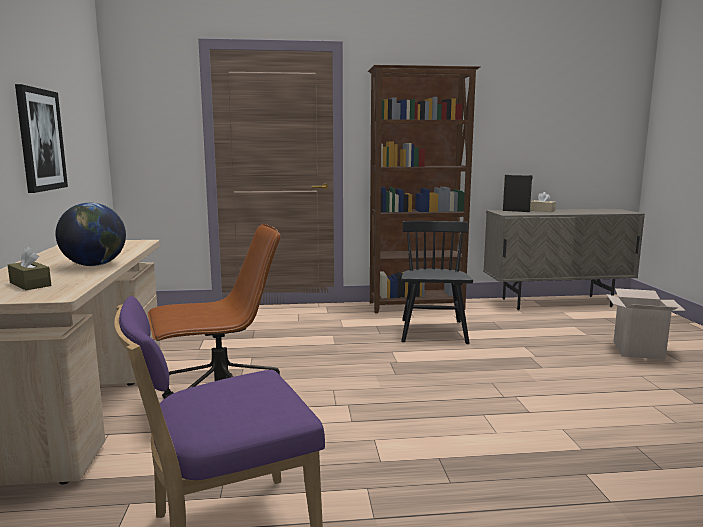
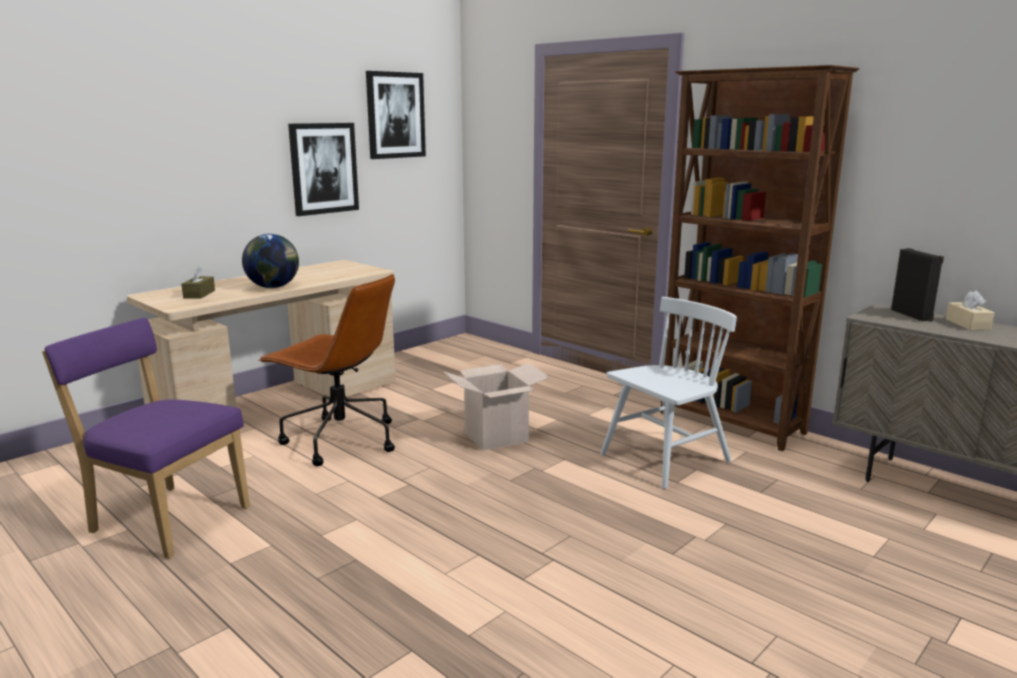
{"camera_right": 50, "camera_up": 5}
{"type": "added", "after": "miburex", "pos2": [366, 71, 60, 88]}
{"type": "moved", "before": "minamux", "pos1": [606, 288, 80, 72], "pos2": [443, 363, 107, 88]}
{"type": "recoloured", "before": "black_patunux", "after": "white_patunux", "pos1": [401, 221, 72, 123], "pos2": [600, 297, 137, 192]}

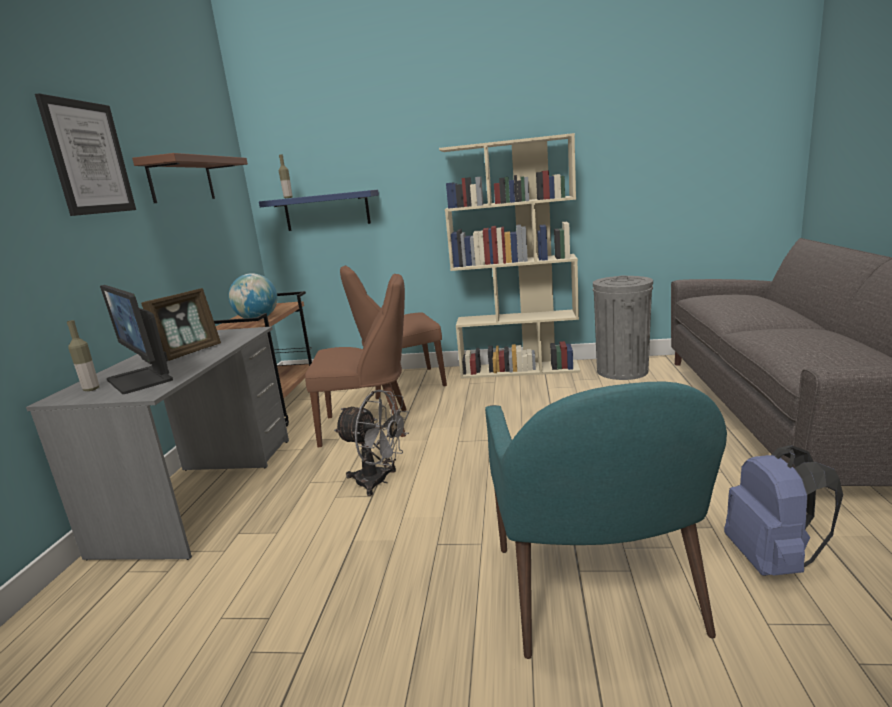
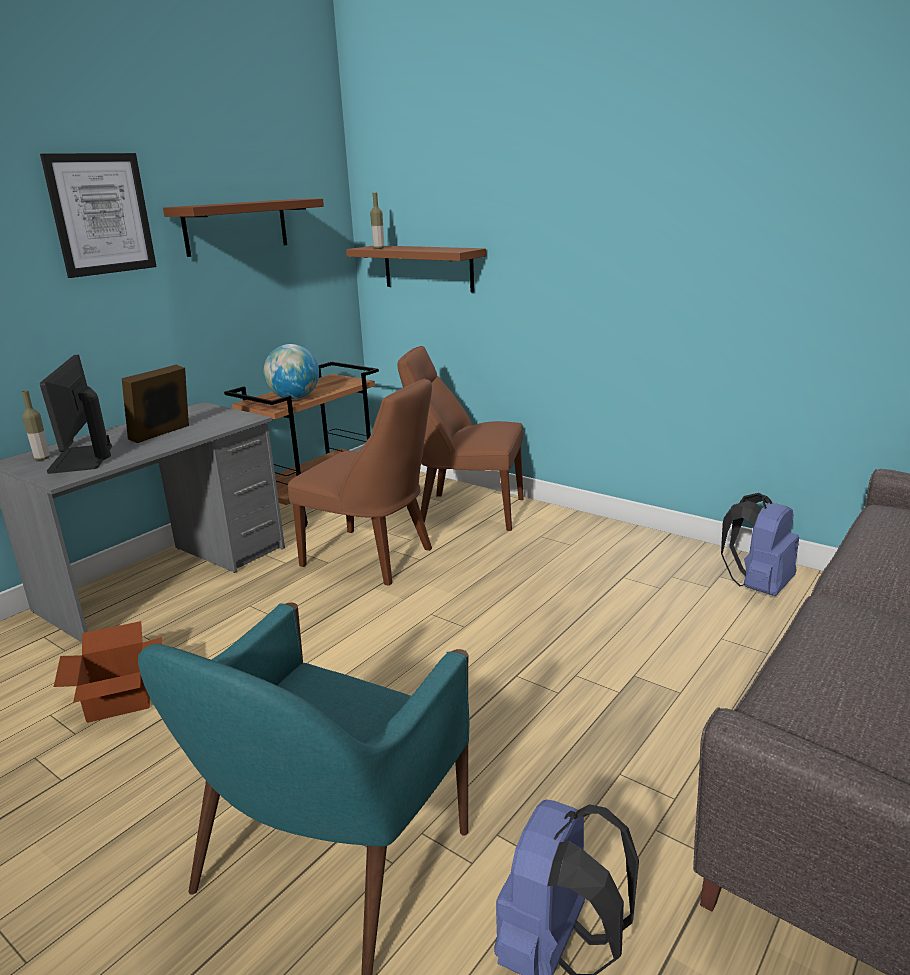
{"camera_right": 30, "camera_up": 5}
{"type": "added", "after": "minamux", "pos2": [54, 621, 108, 102]}
{"type": "turned", "before": "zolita", "pos1": [141, 288, 80, 73], "pos2": [122, 365, 67, 78], "turn": 150}
{"type": "recoloured", "before": "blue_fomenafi", "after": "brown_fomenafi", "pos1": [259, 190, 120, 41], "pos2": [346, 246, 140, 46]}
{"type": "replaced", "before": "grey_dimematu", "after": "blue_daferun", "pos1": [593, 275, 60, 105], "pos2": [721, 493, 78, 103]}
{"type": "removed", "before": "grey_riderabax", "pos1": [334, 390, 75, 106]}
{"type": "removed", "before": "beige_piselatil", "pos1": [439, 133, 141, 245]}

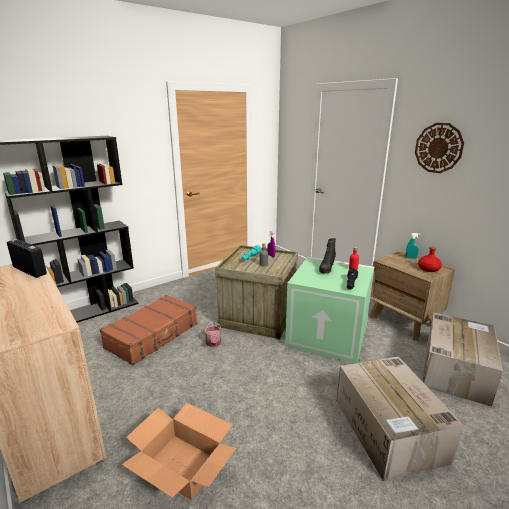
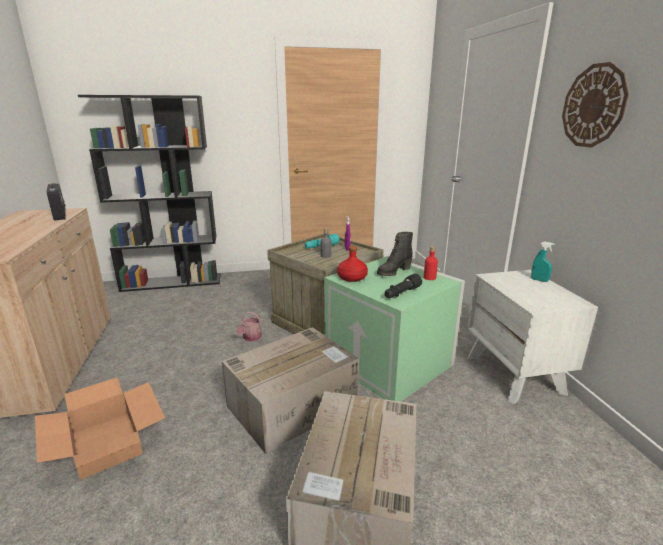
{"camera_right": 25, "camera_up": 0}
{"type": "moved", "before": "minamux", "pos1": [423, 313, 80, 94], "pos2": [222, 327, 137, 127]}
{"type": "moved", "before": "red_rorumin", "pos1": [418, 247, 24, 25], "pos2": [337, 246, 31, 36]}
{"type": "recoloured", "before": "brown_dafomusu", "after": "white_dafomusu", "pos1": [369, 251, 86, 90], "pos2": [468, 270, 130, 134]}
{"type": "removed", "before": "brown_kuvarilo", "pos1": [100, 295, 97, 70]}

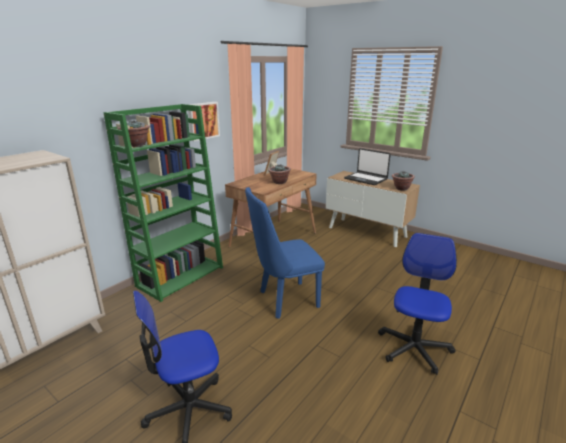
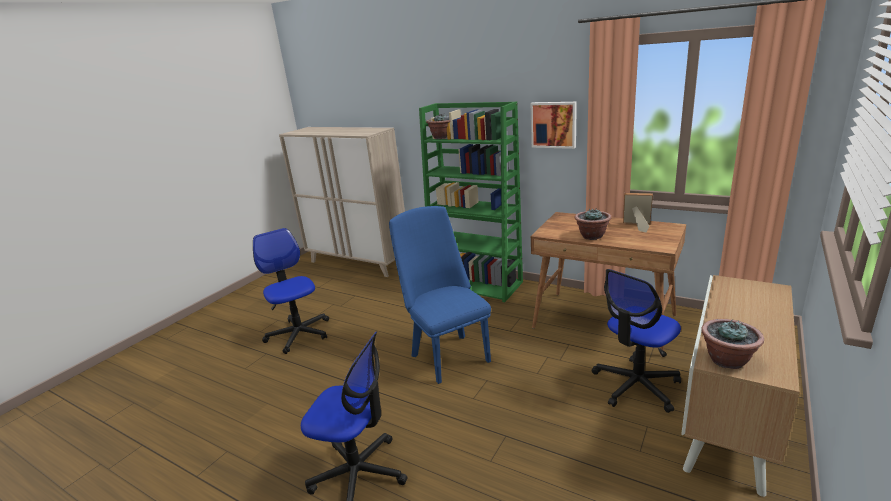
{"camera_right": 85, "camera_up": 0}
{"type": "added", "after": "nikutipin", "pos2": [592, 269, 89, 144]}
{"type": "removed", "before": "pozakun", "pos1": [344, 148, 47, 37]}

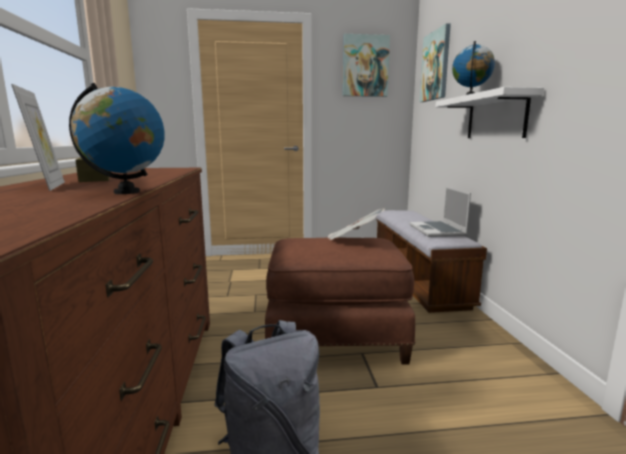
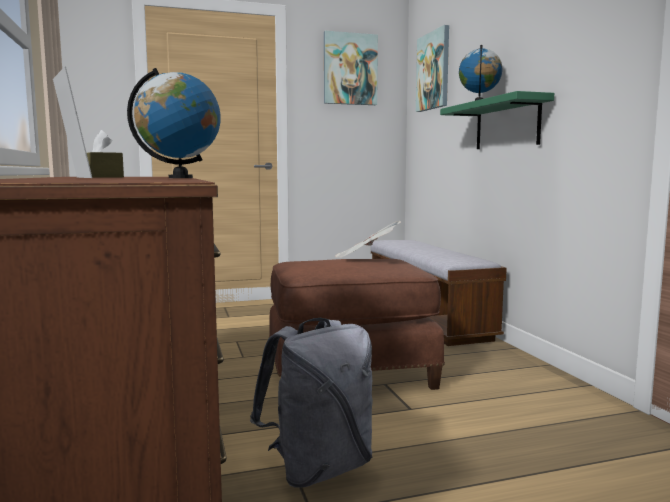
{"camera_right": -10, "camera_up": -5}
{"type": "recoloured", "before": "white_fomenafi", "after": "green_fomenafi", "pos1": [435, 87, 109, 51], "pos2": [440, 91, 114, 58]}
{"type": "removed", "before": "pozakun", "pos1": [409, 186, 62, 51]}

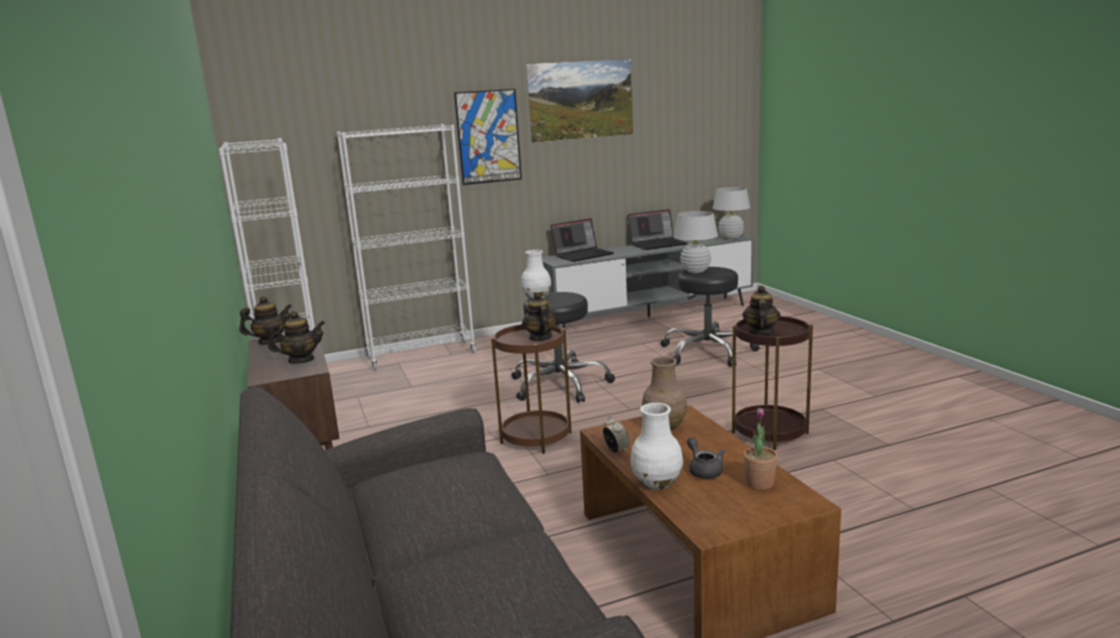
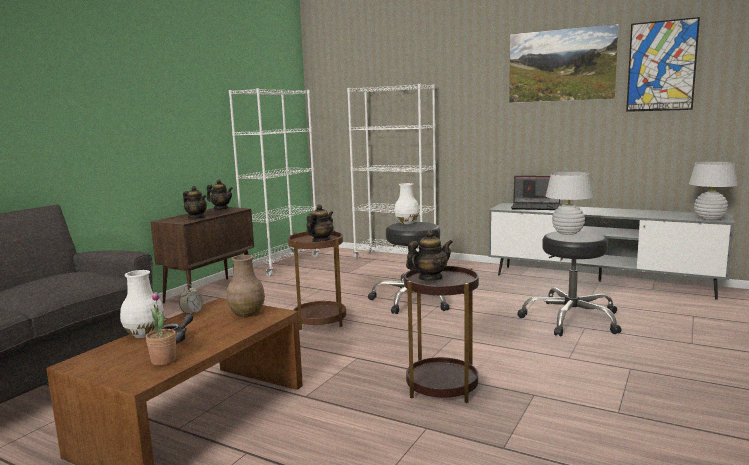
{"camera_right": 50, "camera_up": -5}
{"type": "moved", "before": "miburex", "pos1": [454, 89, 68, 96], "pos2": [626, 17, 74, 95]}
{"type": "removed", "before": "pozakun", "pos1": [628, 209, 59, 41]}

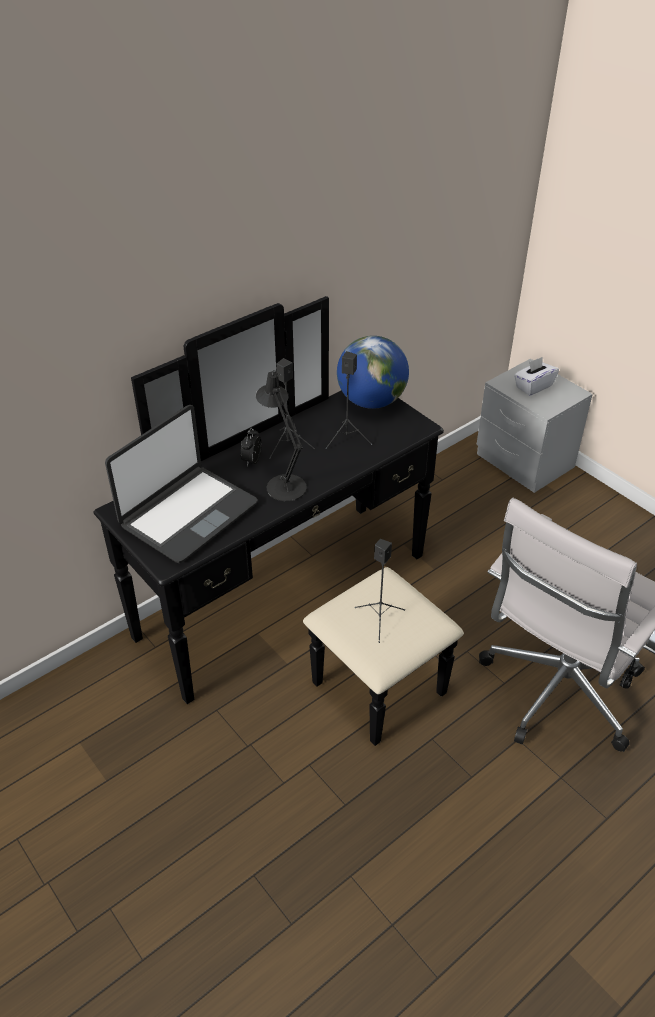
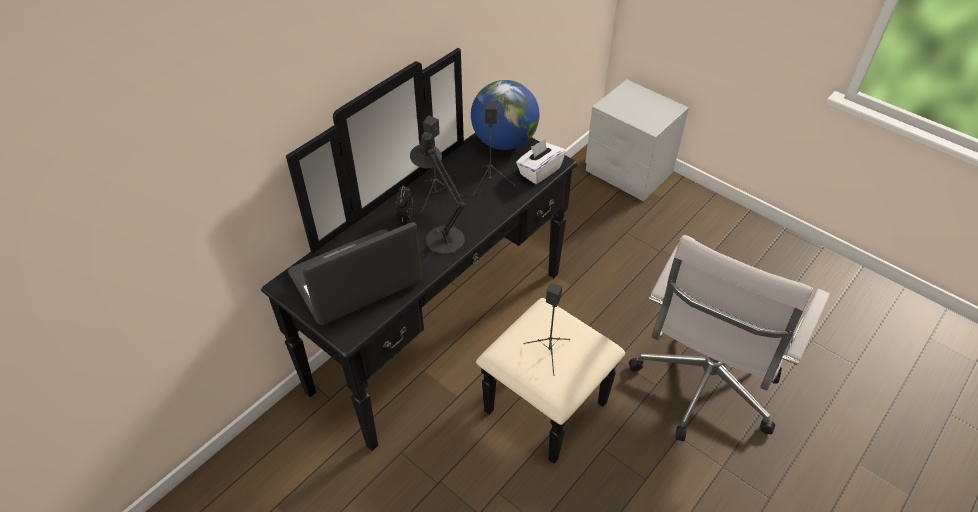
{"camera_right": -10, "camera_up": 5}
{"type": "turned", "before": "pozakun", "pos1": [105, 405, 153, 158], "pos2": [288, 222, 134, 103], "turn": -150}
{"type": "moved", "before": "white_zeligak", "pos1": [514, 357, 45, 39], "pos2": [516, 139, 50, 45]}

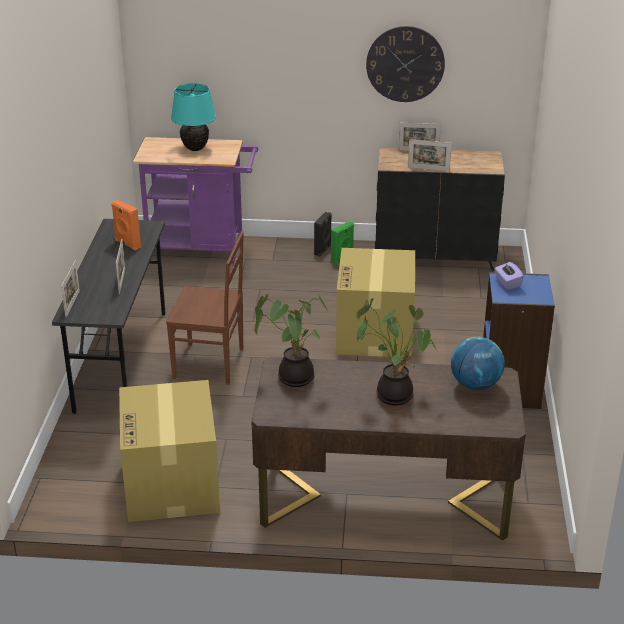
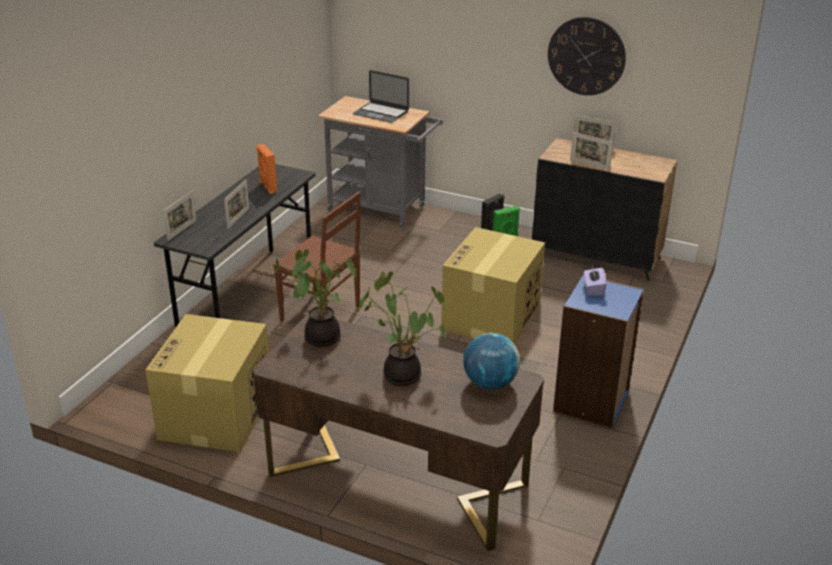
{"camera_right": 20, "camera_up": 0}
{"type": "recoloured", "before": "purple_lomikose", "after": "grey_lomikose", "pos1": [133, 137, 125, 126], "pos2": [318, 96, 125, 131]}
{"type": "replaced", "before": "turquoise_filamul", "after": "pozakun", "pos1": [171, 83, 45, 68], "pos2": [353, 70, 56, 53]}

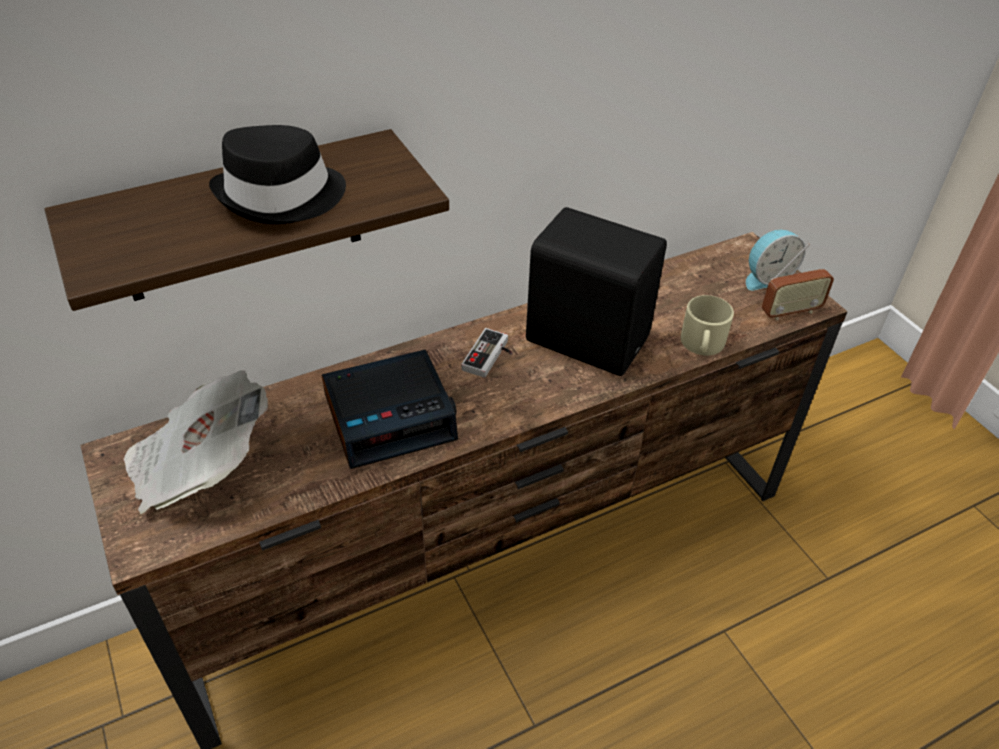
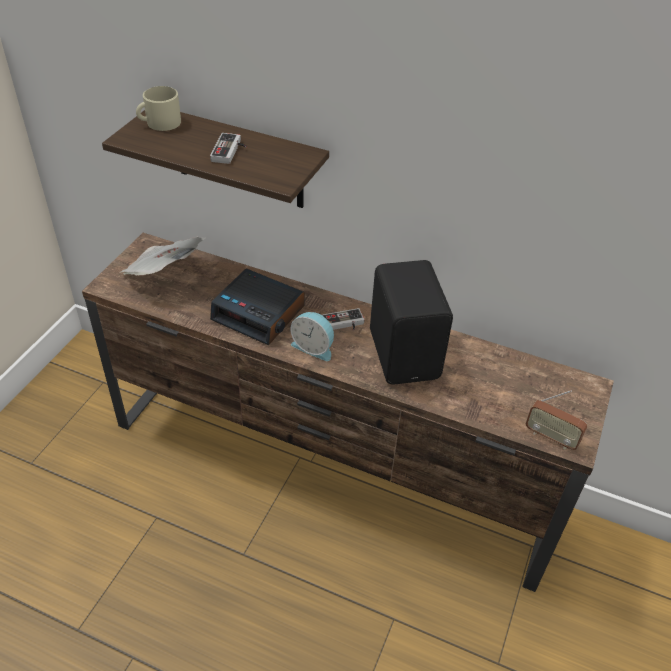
{"camera_right": 50, "camera_up": 0}
{"type": "moved", "before": "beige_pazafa", "pos1": [681, 295, 53, 61], "pos2": [136, 86, 45, 45]}
{"type": "replaced", "before": "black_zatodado", "after": "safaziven", "pos1": [209, 125, 137, 99], "pos2": [210, 133, 37, 31]}
{"type": "moved", "before": "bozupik", "pos1": [746, 230, 59, 61], "pos2": [290, 312, 44, 49]}

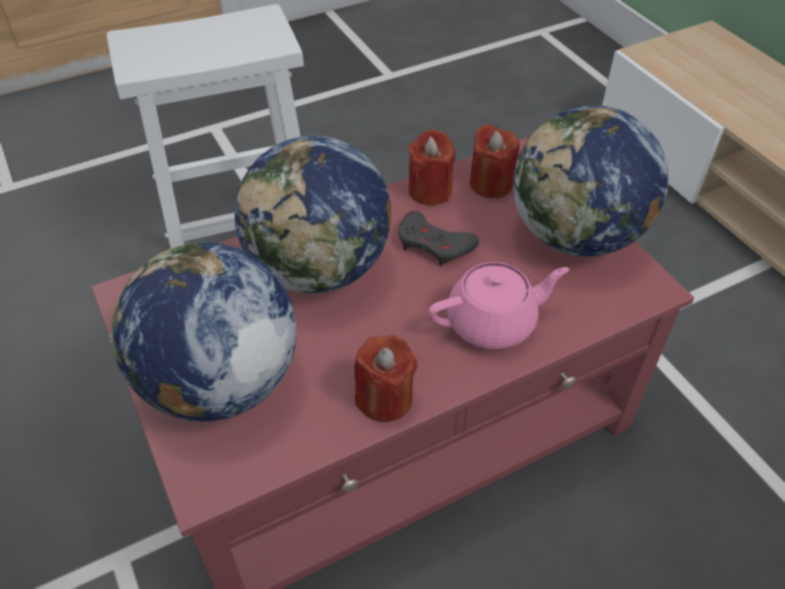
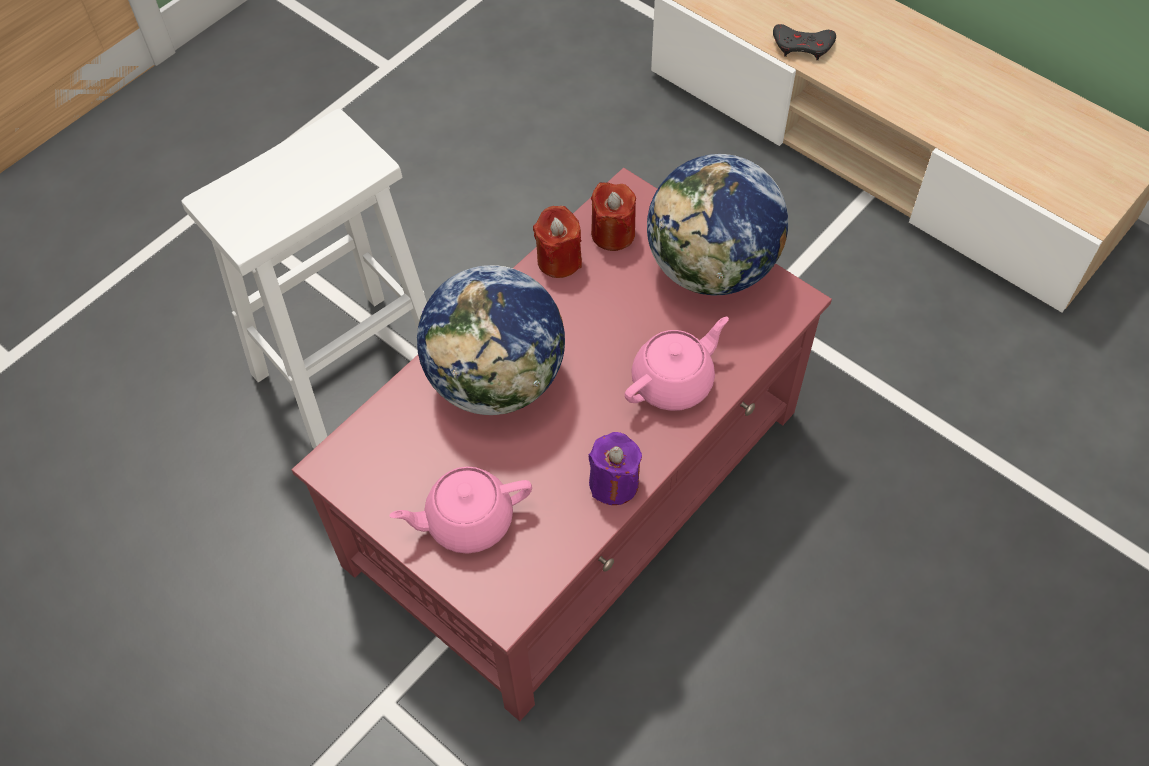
{"camera_right": -20, "camera_up": 10}
{"type": "replaced", "before": "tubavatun", "after": "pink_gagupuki", "pos1": [110, 242, 187, 179], "pos2": [389, 466, 143, 88]}
{"type": "recoloured", "before": "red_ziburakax", "after": "purple_ziburakax", "pos1": [354, 335, 64, 87], "pos2": [589, 432, 53, 73]}
{"type": "moved", "before": "grey_safaziven", "pos1": [398, 211, 81, 55], "pos2": [773, 24, 63, 36]}

